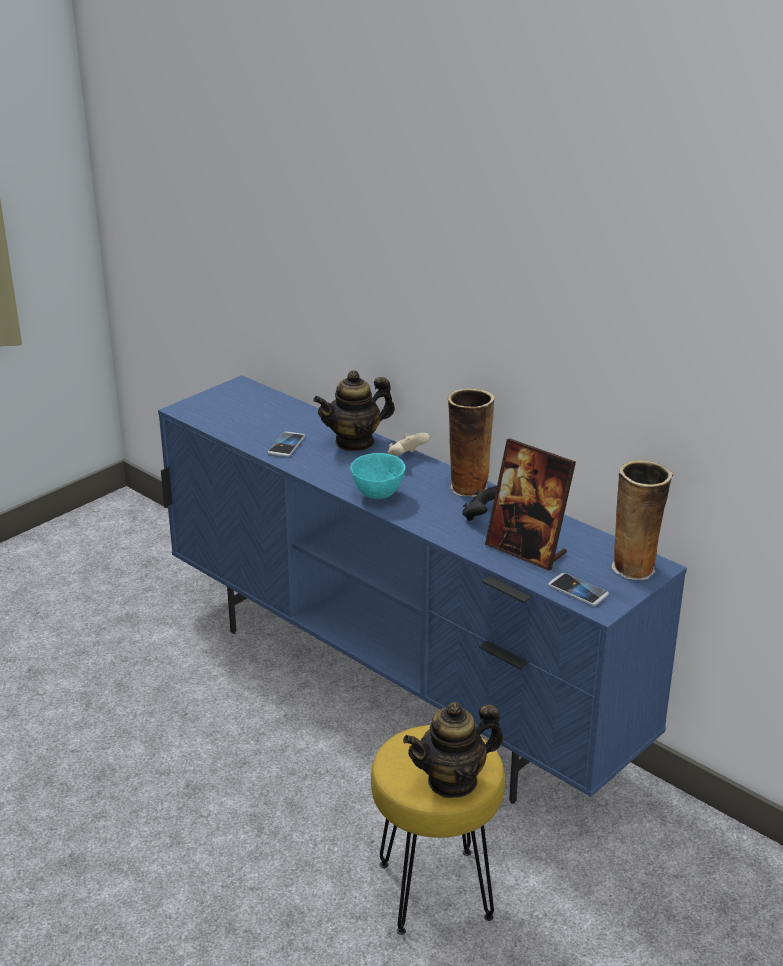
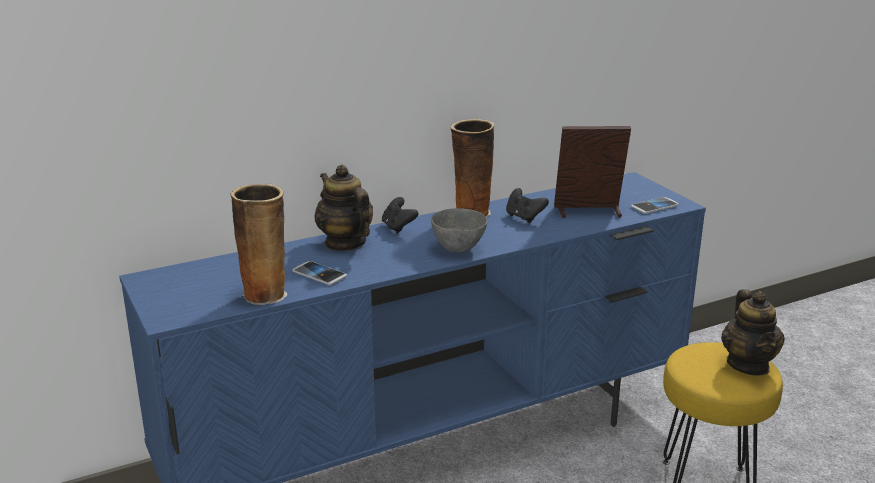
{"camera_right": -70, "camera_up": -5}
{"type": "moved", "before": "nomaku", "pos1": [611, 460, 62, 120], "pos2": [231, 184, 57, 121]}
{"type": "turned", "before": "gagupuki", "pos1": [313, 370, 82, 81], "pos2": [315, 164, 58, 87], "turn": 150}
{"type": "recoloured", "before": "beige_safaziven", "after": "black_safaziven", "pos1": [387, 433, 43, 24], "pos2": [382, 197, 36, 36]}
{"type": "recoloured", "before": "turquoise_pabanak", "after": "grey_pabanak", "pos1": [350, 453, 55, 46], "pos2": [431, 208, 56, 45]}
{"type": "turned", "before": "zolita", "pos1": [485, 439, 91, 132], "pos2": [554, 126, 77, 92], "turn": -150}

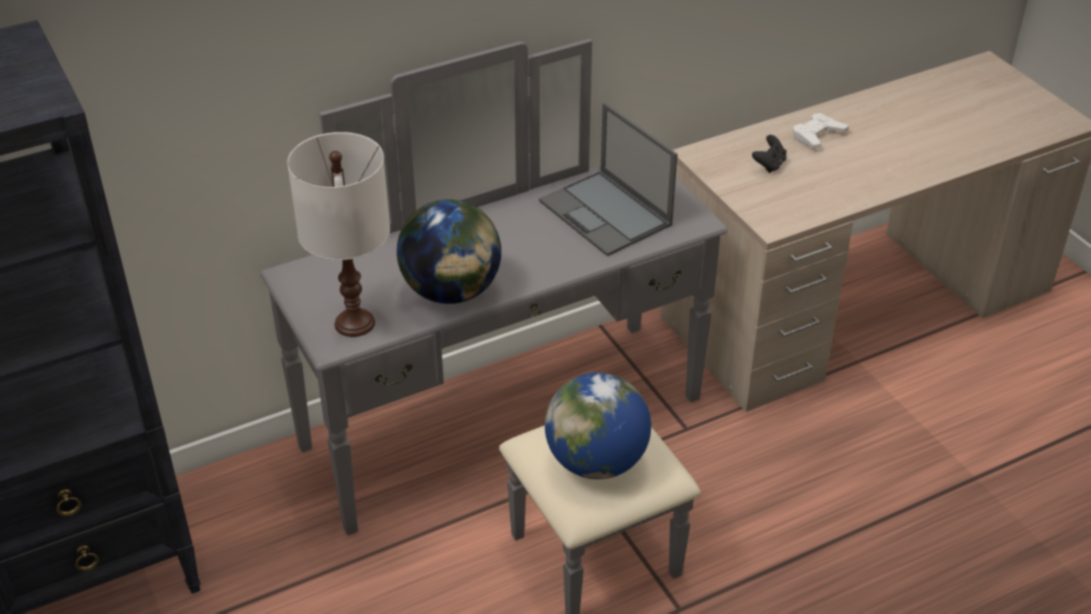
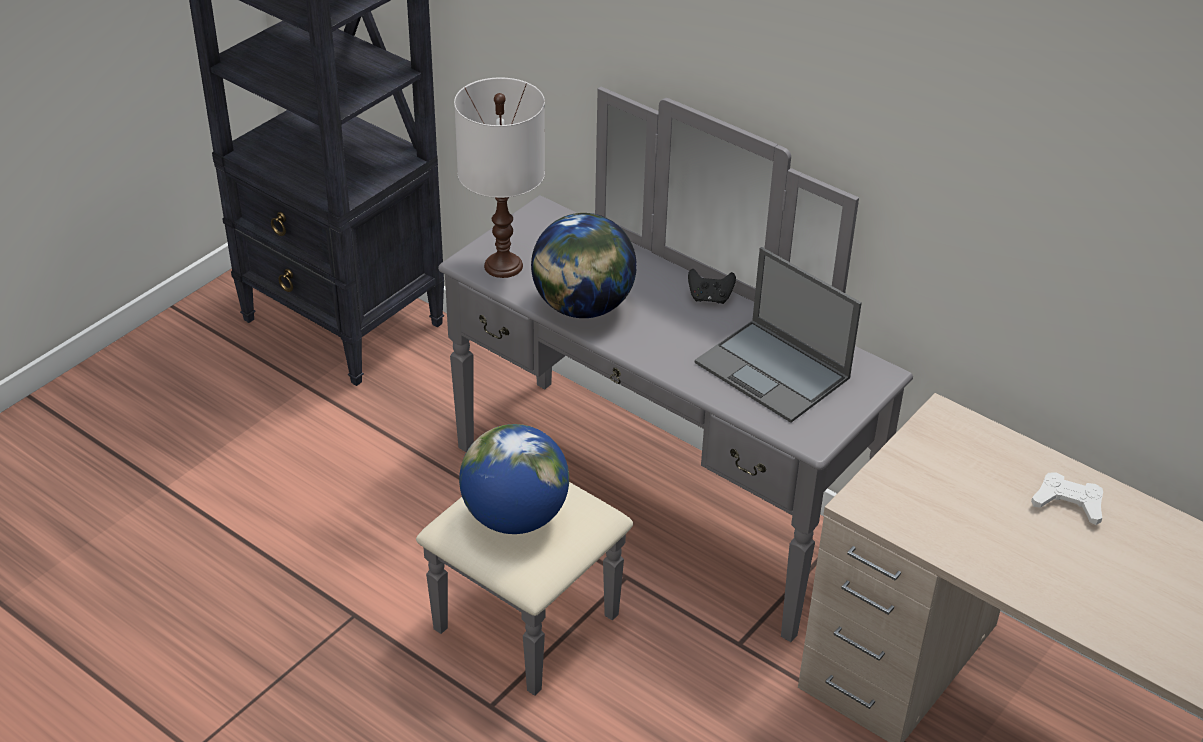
{"camera_right": 65, "camera_up": 0}
{"type": "moved", "before": "black_safaziven", "pos1": [752, 135, 35, 38], "pos2": [688, 269, 48, 35]}
{"type": "turned", "before": "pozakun", "pos1": [539, 103, 139, 153], "pos2": [695, 247, 167, 176], "turn": -75}

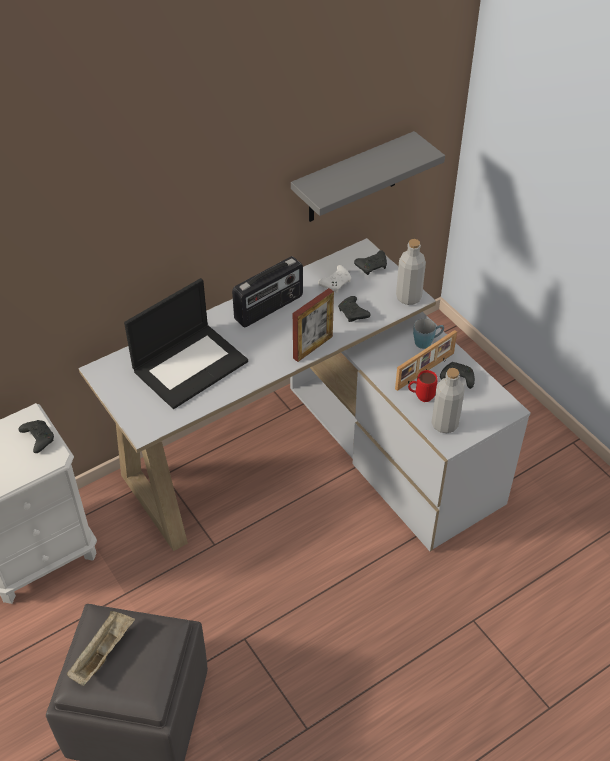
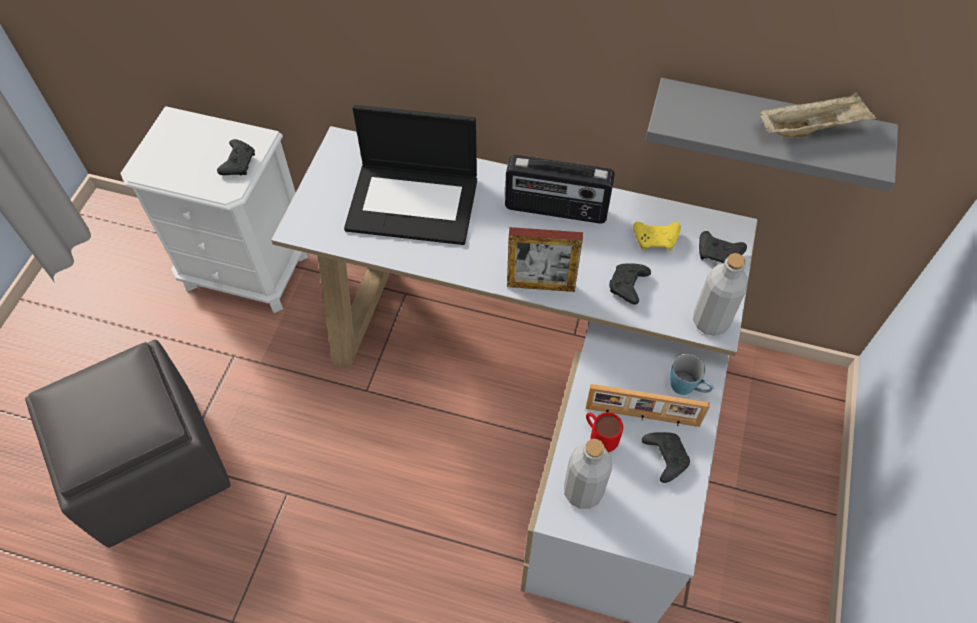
{"camera_right": 50, "camera_up": 10}
{"type": "recoloured", "before": "white_safaziven", "after": "yellow_safaziven", "pos1": [318, 265, 33, 28], "pos2": [633, 221, 48, 29]}
{"type": "moved", "before": "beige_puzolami", "pos1": [67, 611, 68, 75], "pos2": [760, 92, 117, 45]}

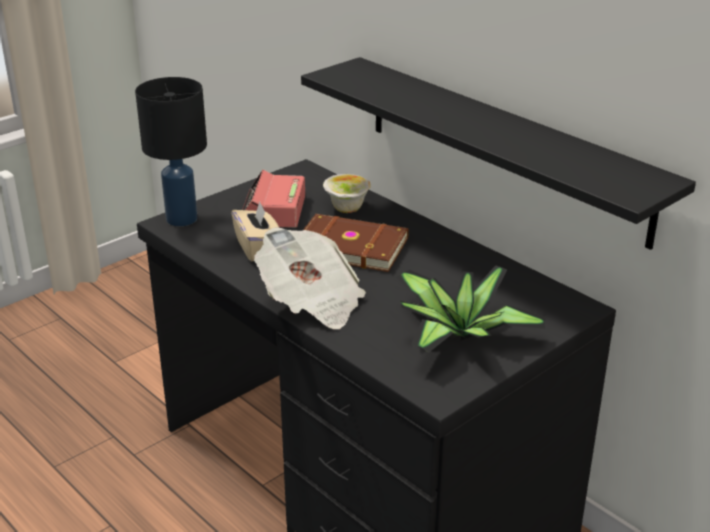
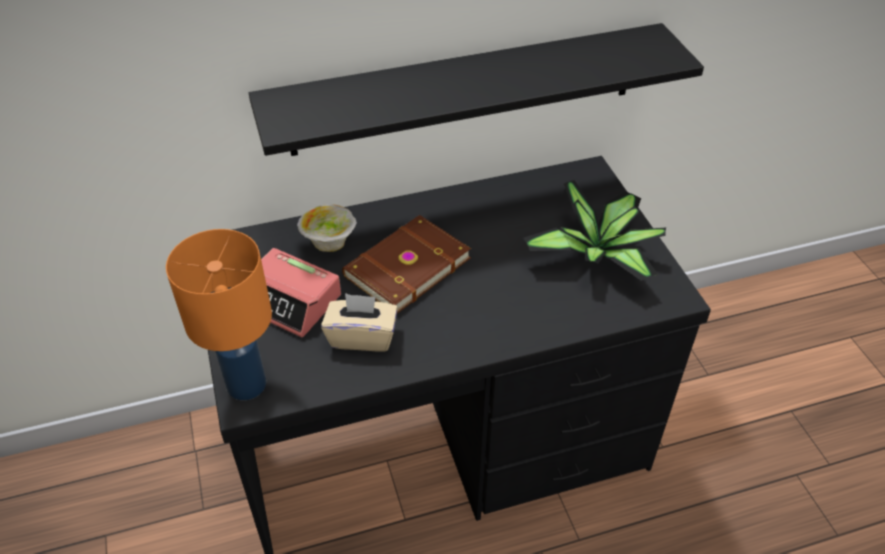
{"camera_right": -65, "camera_up": 15}
{"type": "recoloured", "before": "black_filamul", "after": "orange_filamul", "pos1": [135, 77, 72, 149], "pos2": [166, 229, 106, 171]}
{"type": "removed", "before": "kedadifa", "pos1": [254, 227, 112, 102]}

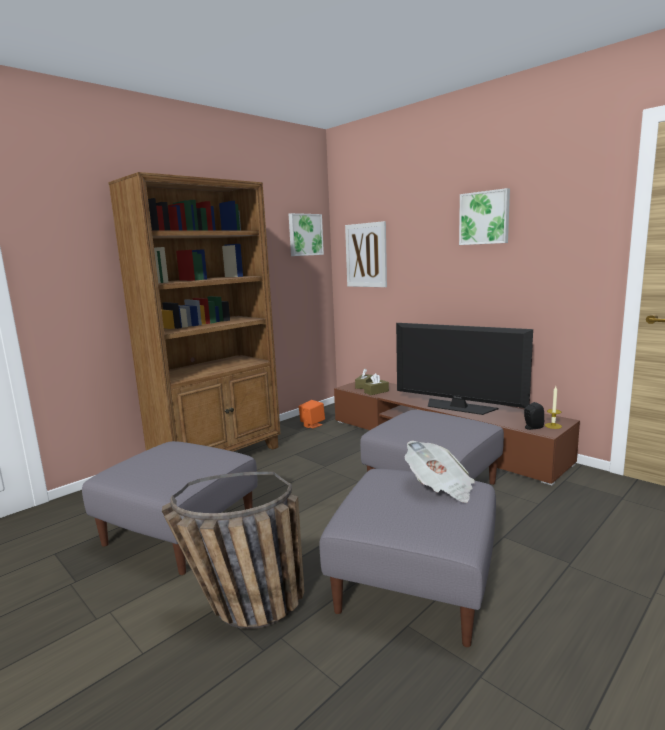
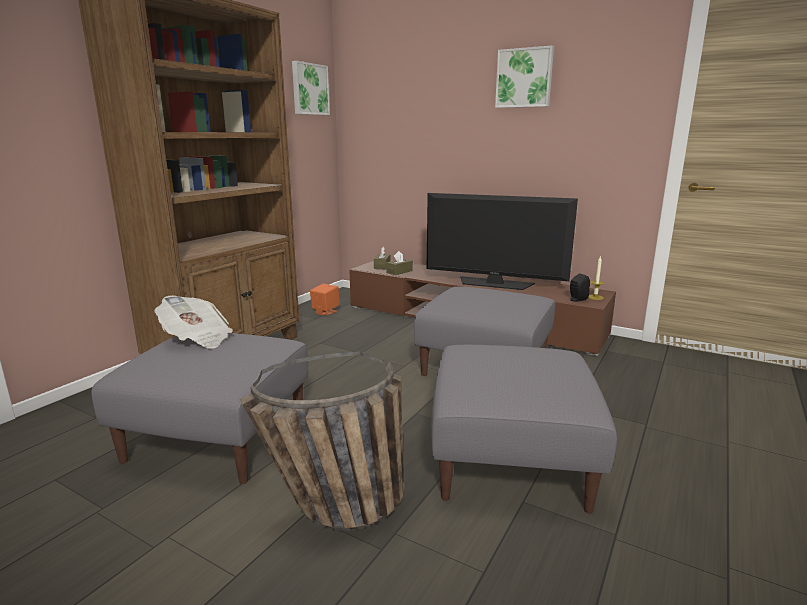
{"camera_right": -15, "camera_up": 5}
{"type": "moved", "before": "kedadifa", "pos1": [404, 441, 71, 62], "pos2": [155, 295, 78, 54]}
{"type": "removed", "before": "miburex", "pos1": [345, 221, 42, 66]}

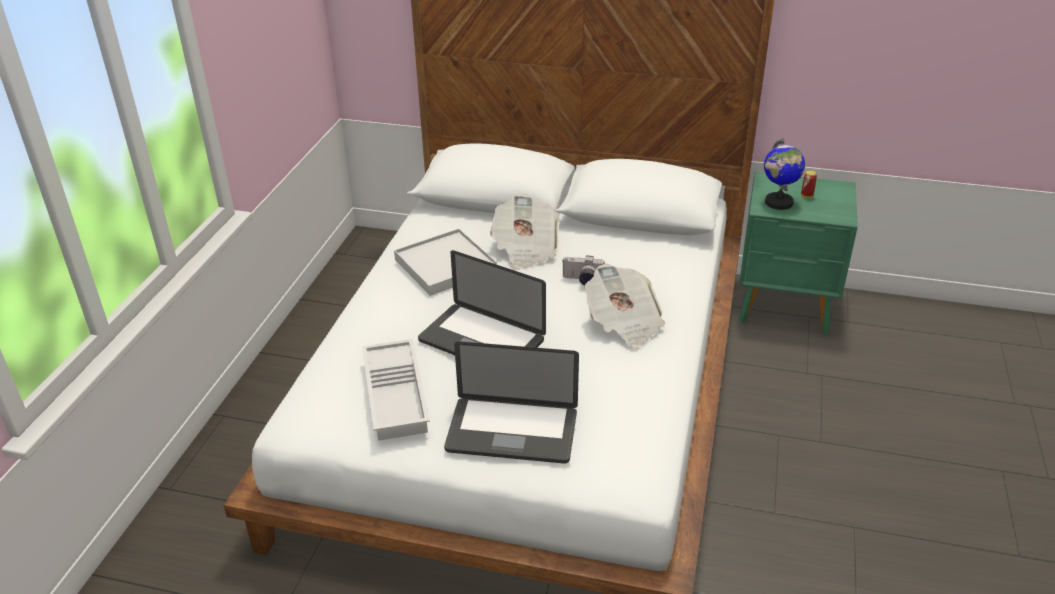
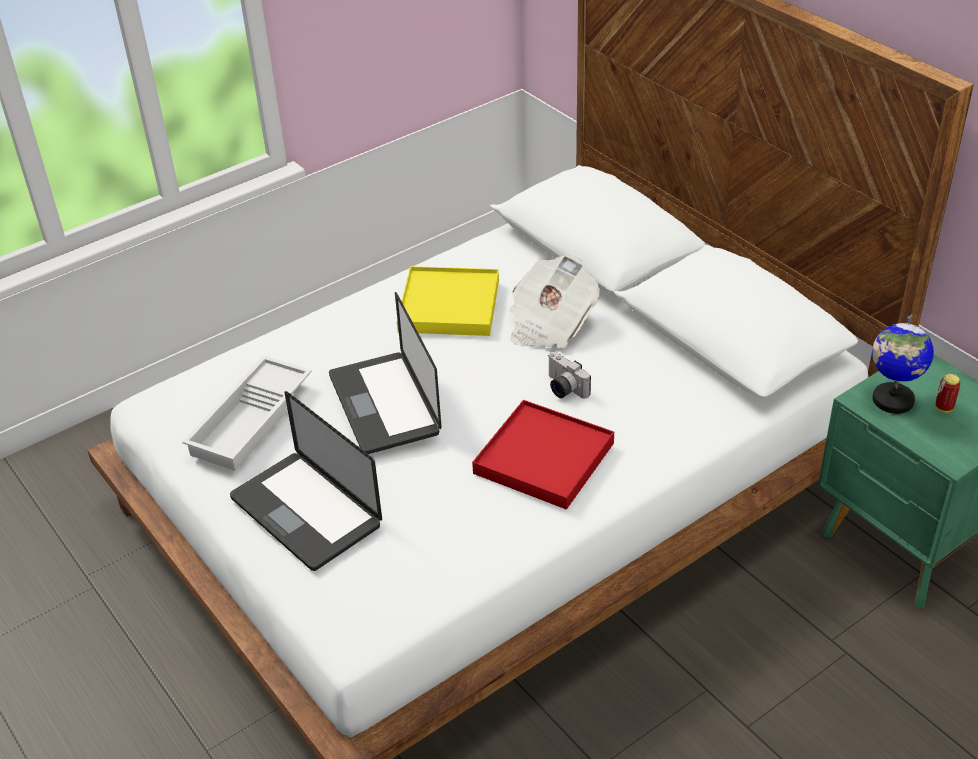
{"camera_right": 40, "camera_up": 5}
{"type": "recoloured", "before": "white_puzolami", "after": "yellow_puzolami", "pos1": [394, 229, 103, 67], "pos2": [397, 266, 102, 70]}
{"type": "replaced", "before": "kedadifa", "after": "red_puzolami", "pos1": [584, 264, 81, 85], "pos2": [472, 400, 142, 110]}

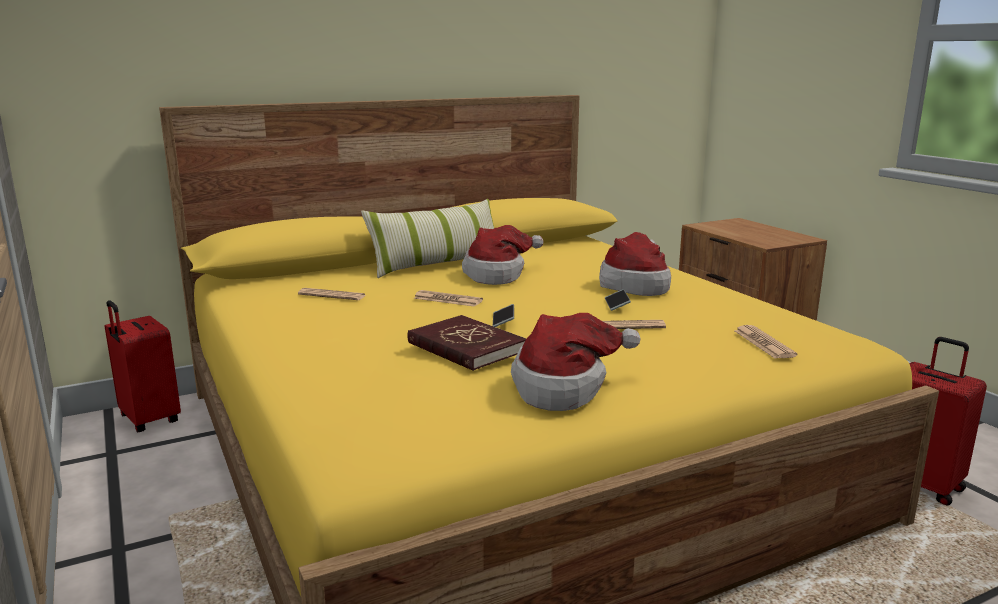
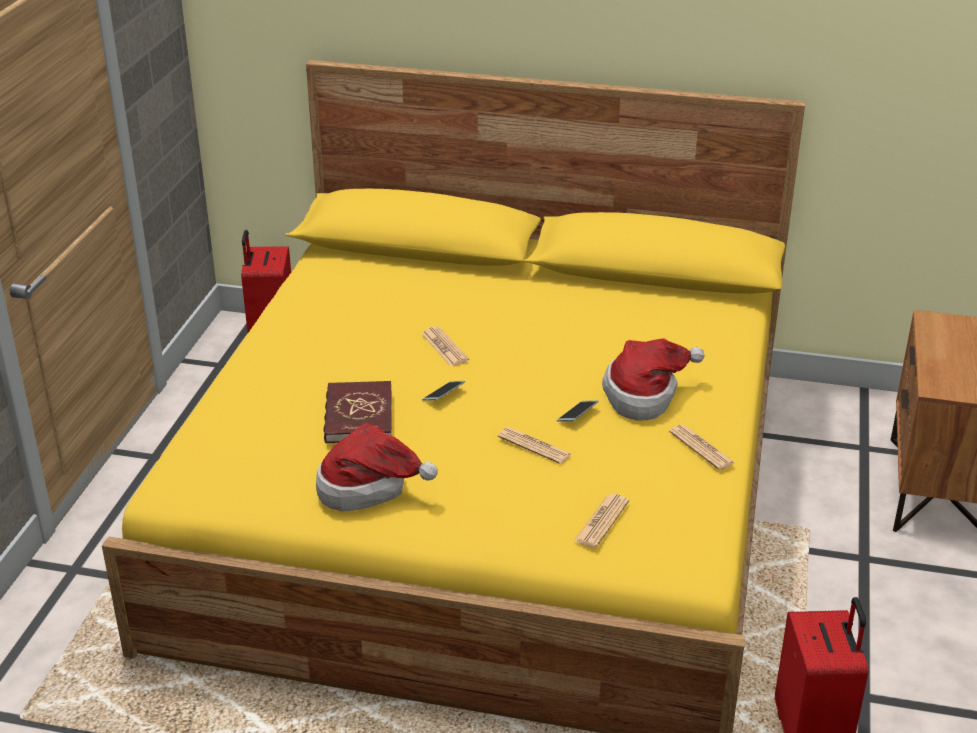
{"camera_right": 40, "camera_up": 15}
{"type": "moved", "before": "kedadifa", "pos1": [298, 288, 68, 12], "pos2": [669, 424, 66, 46]}
{"type": "removed", "before": "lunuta", "pos1": [361, 199, 133, 79]}
{"type": "removed", "before": "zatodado", "pos1": [462, 225, 82, 60]}

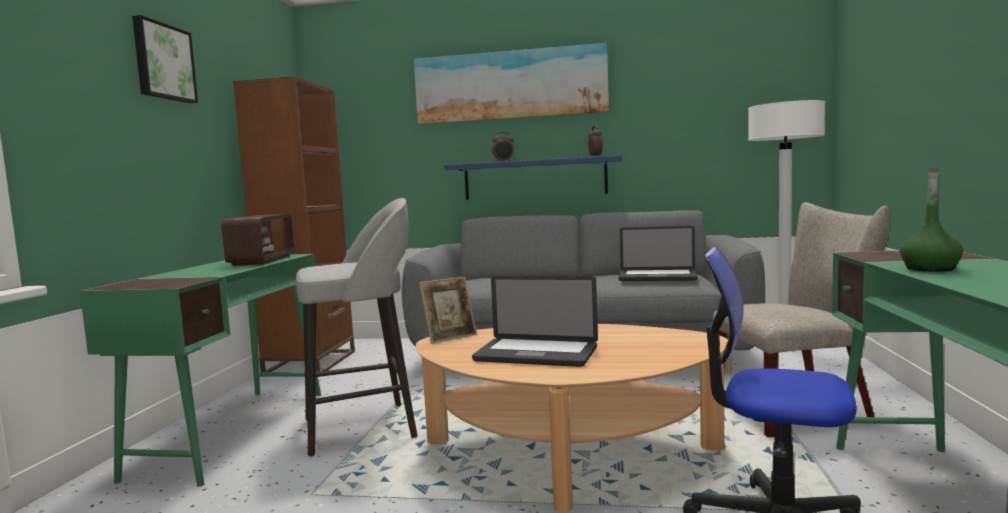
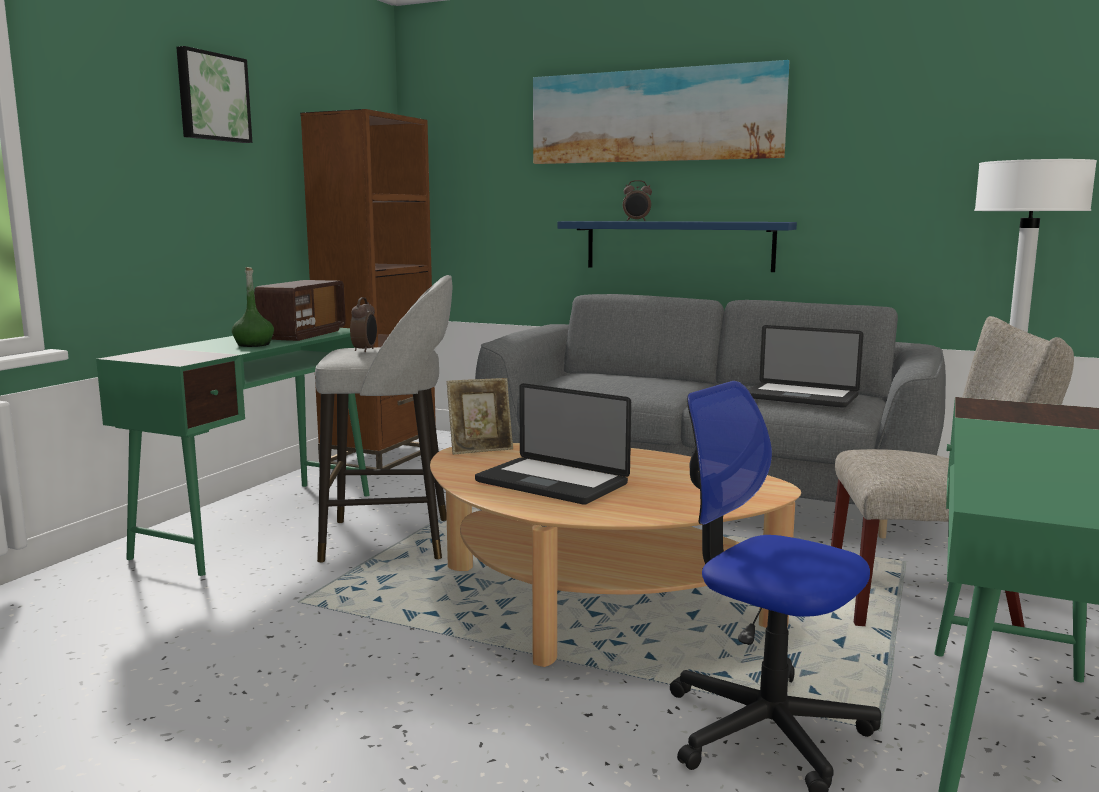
{"camera_right": 15, "camera_up": 5}
{"type": "moved", "before": "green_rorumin", "pos1": [900, 169, 63, 103], "pos2": [232, 267, 42, 80]}
{"type": "moved", "before": "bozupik", "pos1": [588, 126, 15, 31], "pos2": [350, 297, 27, 55]}

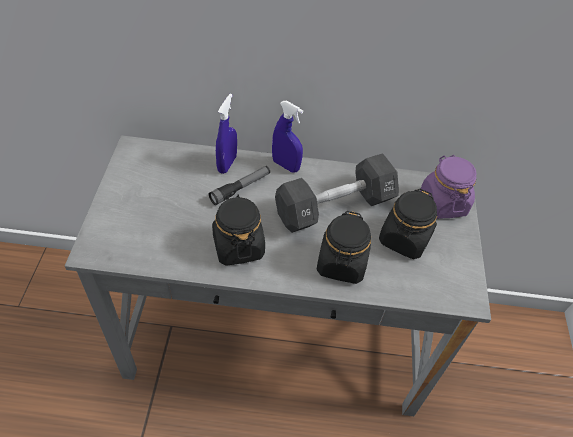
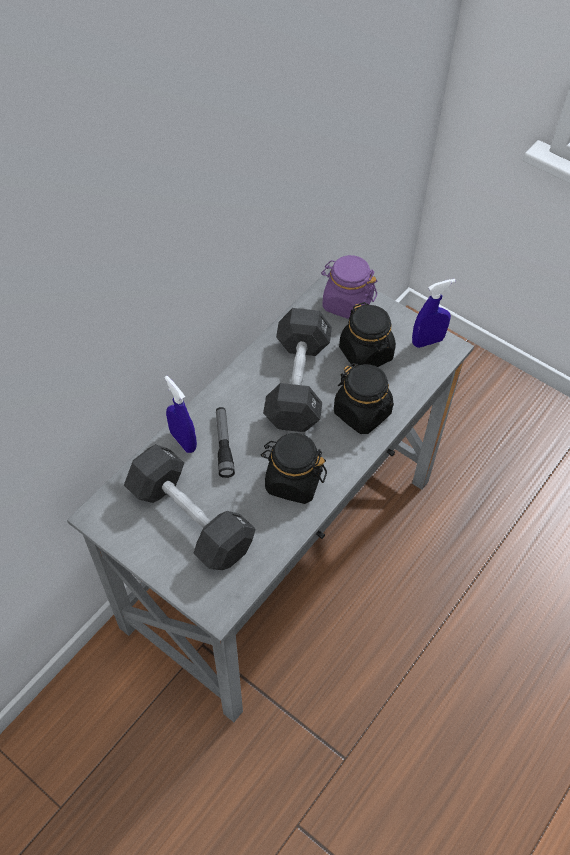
{"camera_right": -55, "camera_up": 5}
{"type": "added", "after": "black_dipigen", "pos2": [124, 444, 132, 126]}
{"type": "moved", "before": "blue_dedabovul", "pos1": [272, 101, 31, 72], "pos2": [412, 279, 44, 69]}

